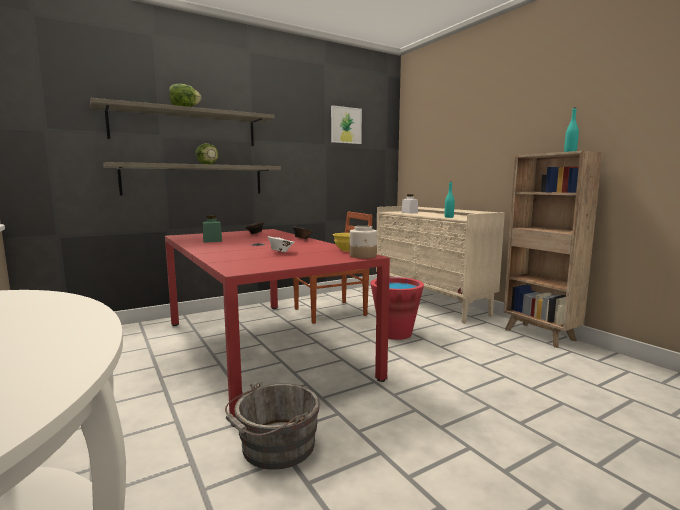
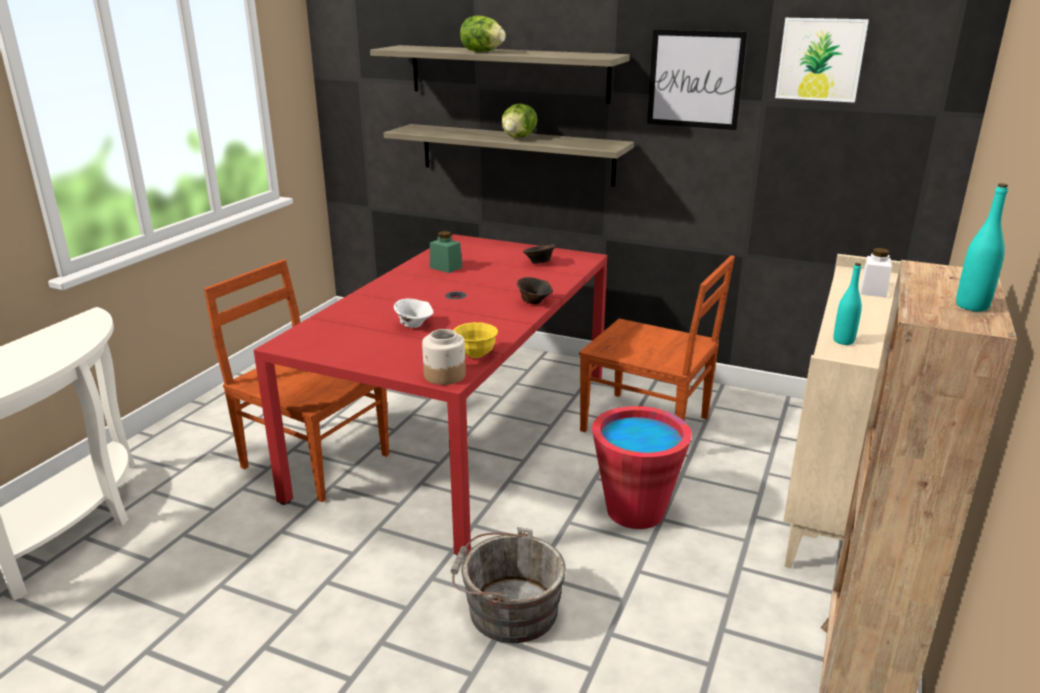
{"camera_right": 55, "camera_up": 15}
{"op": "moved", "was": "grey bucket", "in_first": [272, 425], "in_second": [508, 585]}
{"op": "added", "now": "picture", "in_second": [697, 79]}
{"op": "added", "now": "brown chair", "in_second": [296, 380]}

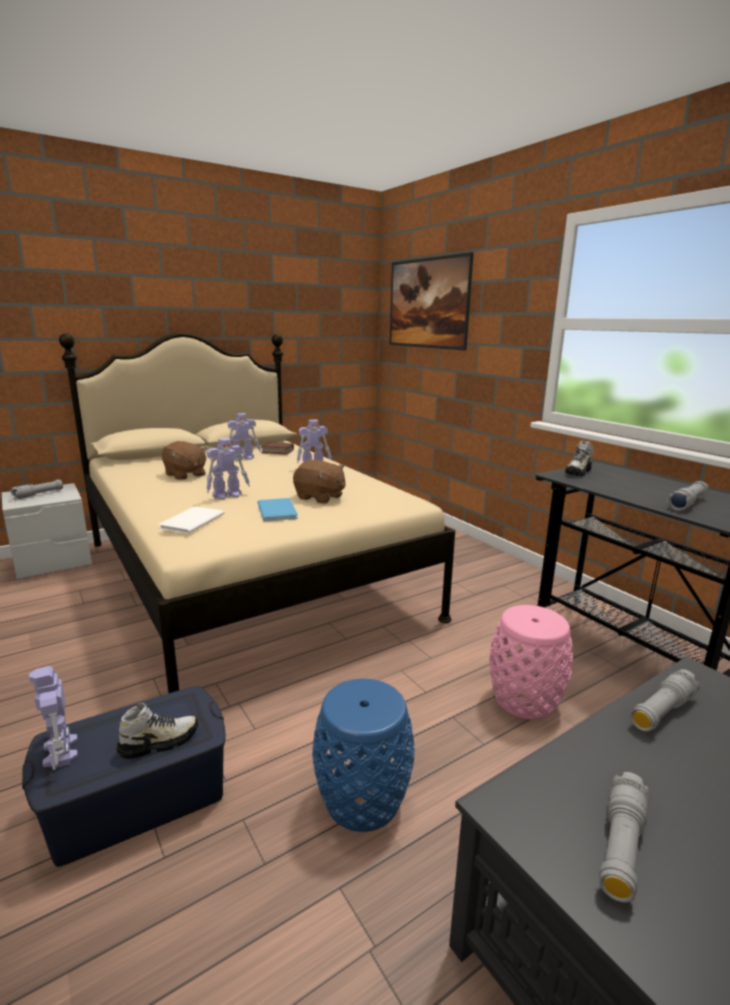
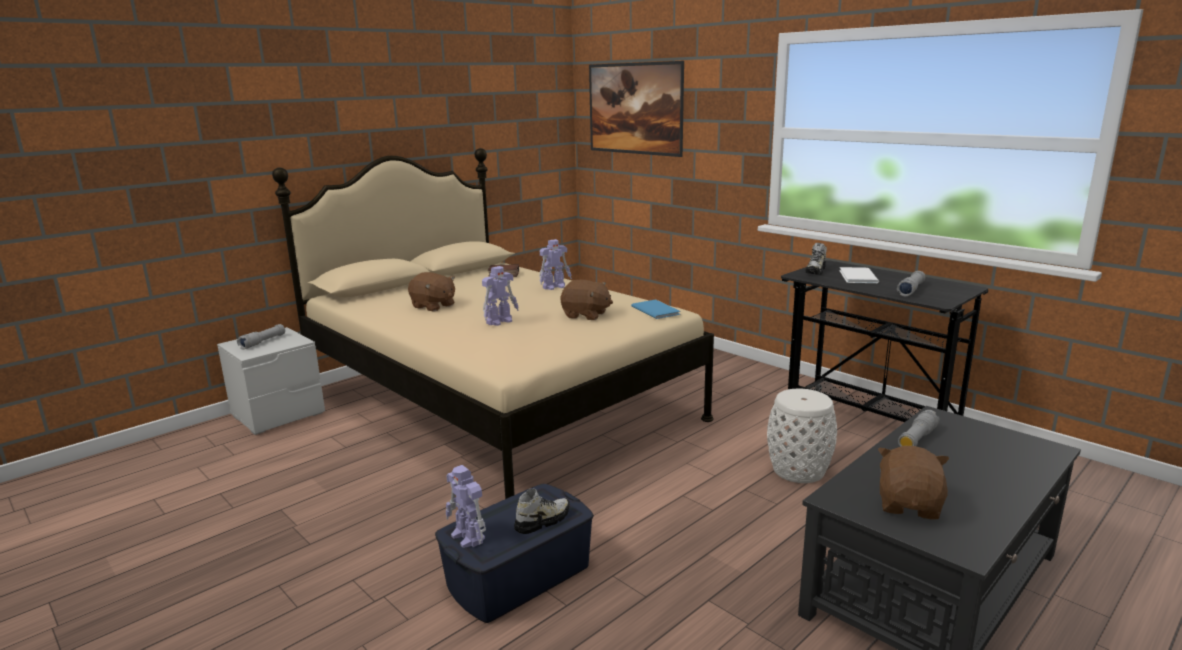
{"camera_right": -10, "camera_up": 0}
{"op": "removed", "was": "toy robot", "in_first": [244, 437]}
{"op": "moved", "was": "blue book", "in_first": [278, 510], "in_second": [655, 309]}
{"op": "moved", "was": "white book", "in_first": [191, 520], "in_second": [859, 275]}
{"op": "recoloured", "was": "pink stool", "now": "white stool", "in_first": [531, 662], "in_second": [802, 436]}
{"op": "removed", "was": "blue stool", "in_first": [363, 755]}
{"op": "replaced", "was": "grey flashlight", "now": "brown plush toy", "in_first": [624, 837], "in_second": [913, 483]}

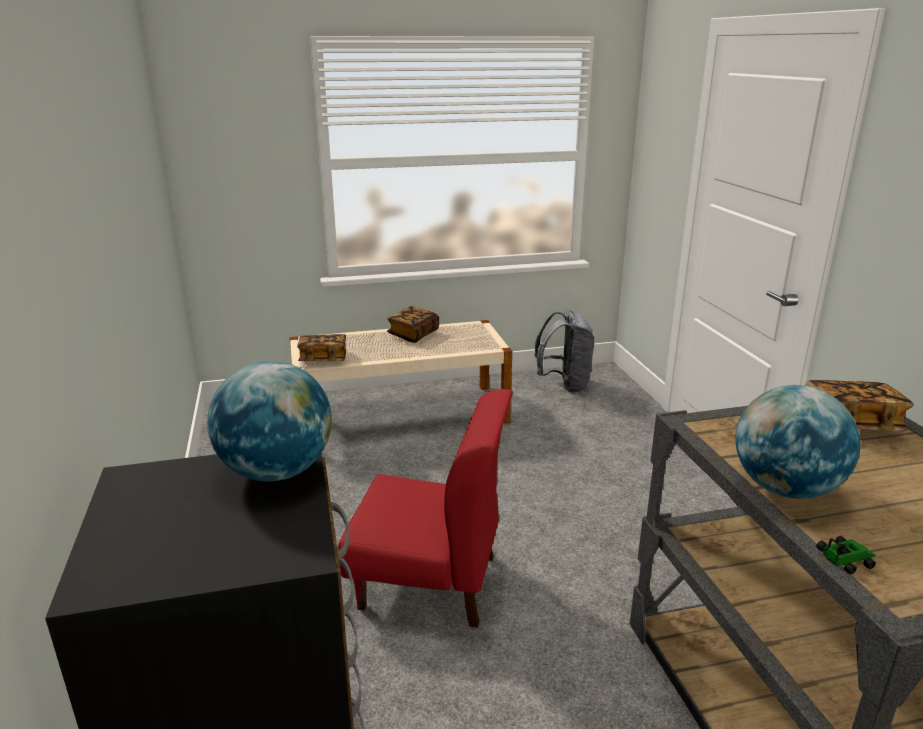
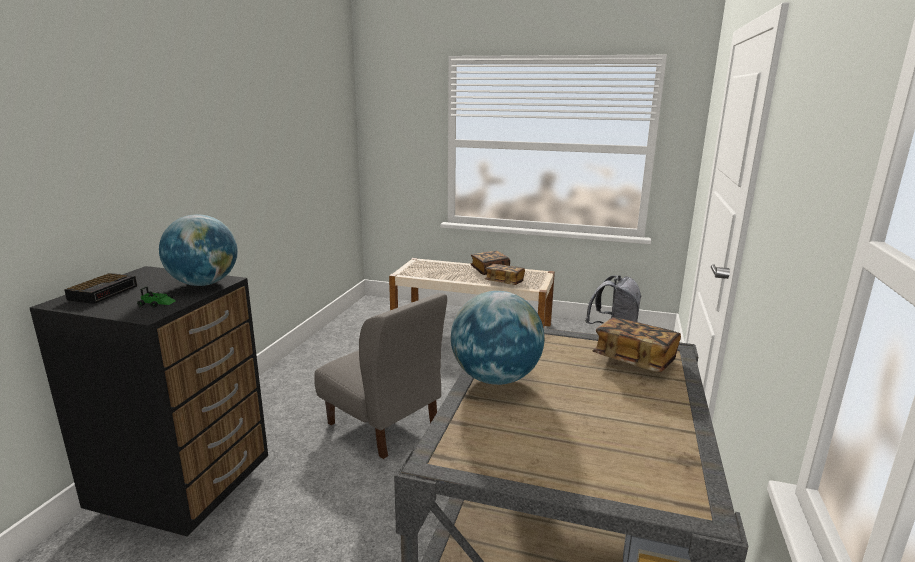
{"camera_right": 30, "camera_up": -5}
{"op": "moved", "was": "book", "in_first": [321, 347], "in_second": [505, 274]}
{"op": "recoloured", "was": "red chair", "now": "grey chair", "in_first": [425, 508], "in_second": [380, 376]}
{"op": "moved", "was": "toy car", "in_first": [846, 555], "in_second": [156, 297]}
{"op": "added", "now": "alarm clock", "in_second": [100, 288]}

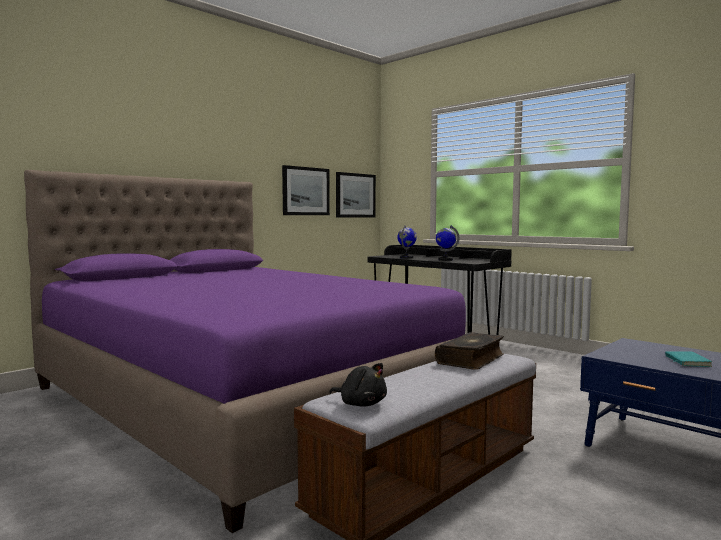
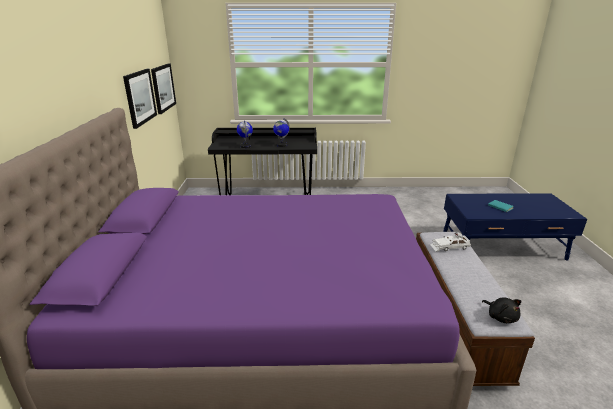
{"camera_right": -45, "camera_up": 20}
{"op": "replaced", "was": "book", "now": "white toy car", "in_first": [469, 351], "in_second": [450, 241]}
{"op": "turned", "was": "black plush toy", "in_first": [358, 385], "in_second": [501, 310], "clockwise": 75}

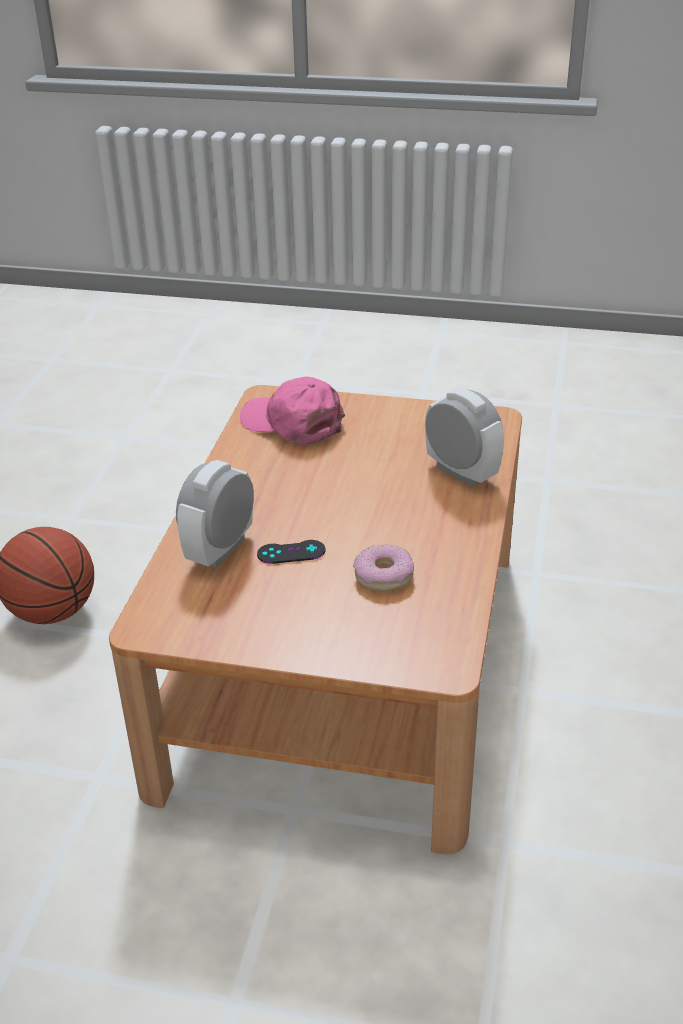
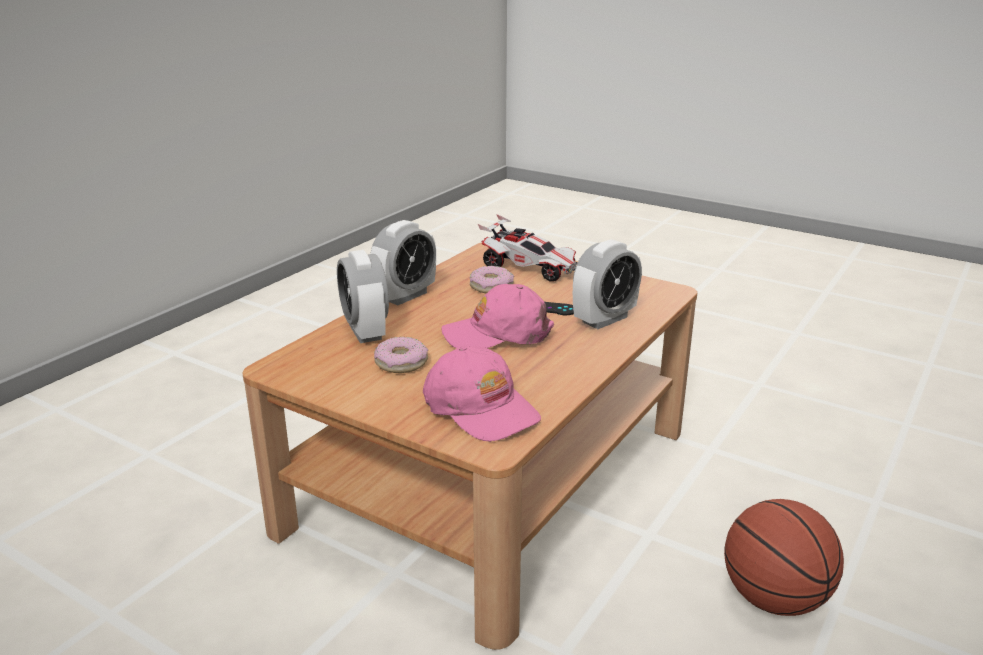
{"camera_right": -160, "camera_up": -10}
{"op": "added", "now": "toy car", "in_second": [528, 248]}
{"op": "added", "now": "alarm clock", "in_second": [403, 262]}
{"op": "added", "now": "pink cap", "in_second": [497, 316]}
{"op": "added", "now": "donut", "in_second": [401, 355]}

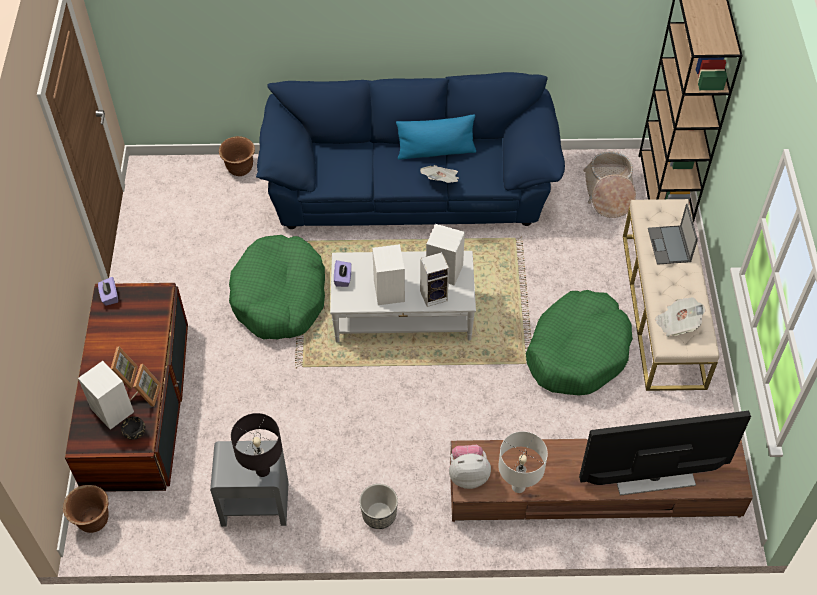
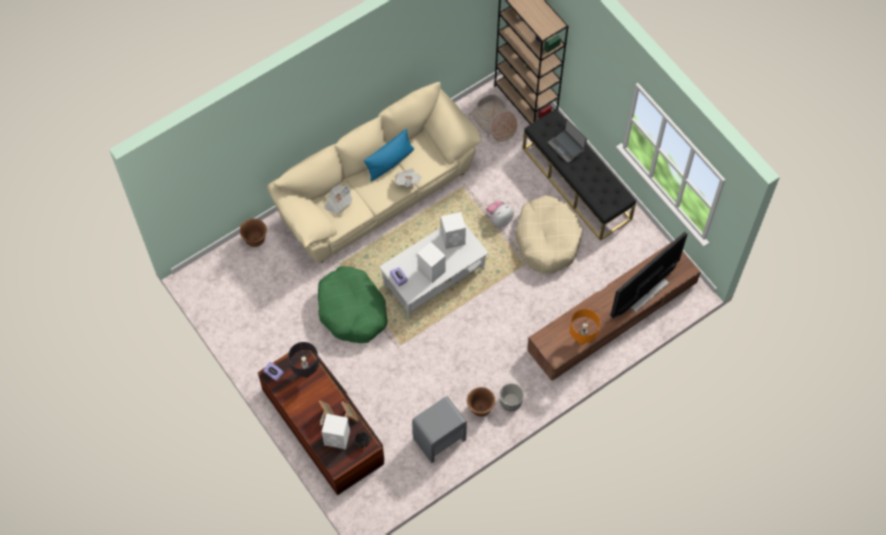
{"camera_right": -35, "camera_up": 10}
{"op": "recoloured", "was": "blue sofa", "now": "beige sofa", "in_first": [410, 150], "in_second": [374, 172]}
{"op": "recoloured", "was": "beige bench", "now": "black bench", "in_first": [671, 295], "in_second": [579, 175]}
{"op": "removed", "was": "speaker", "in_first": [434, 279]}
{"op": "recoloured", "was": "green dog bed", "now": "beige dog bed", "in_first": [579, 343], "in_second": [549, 234]}
{"op": "moved", "was": "newspaper", "in_first": [680, 317], "in_second": [338, 199]}
{"op": "moved", "was": "black table lamp", "in_first": [256, 445], "in_second": [303, 360]}
{"op": "recoloured", "was": "white table lamp", "now": "orange table lamp", "in_first": [523, 462], "in_second": [585, 327]}
{"op": "moved", "was": "plush toy", "in_first": [470, 467], "in_second": [500, 213]}
{"op": "moved", "was": "brown planter", "in_first": [86, 509], "in_second": [481, 402]}

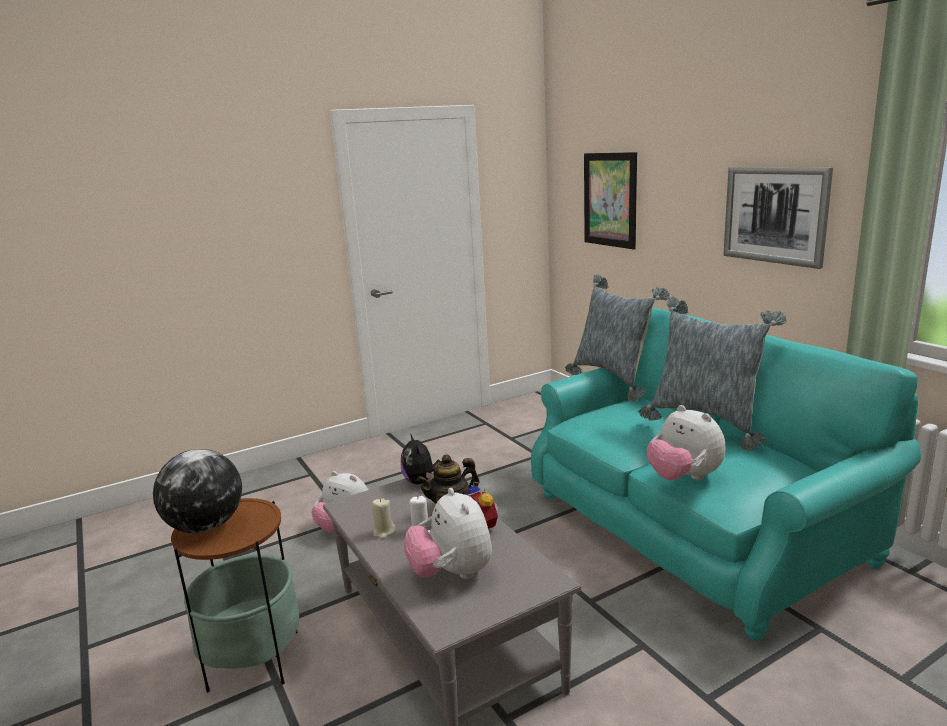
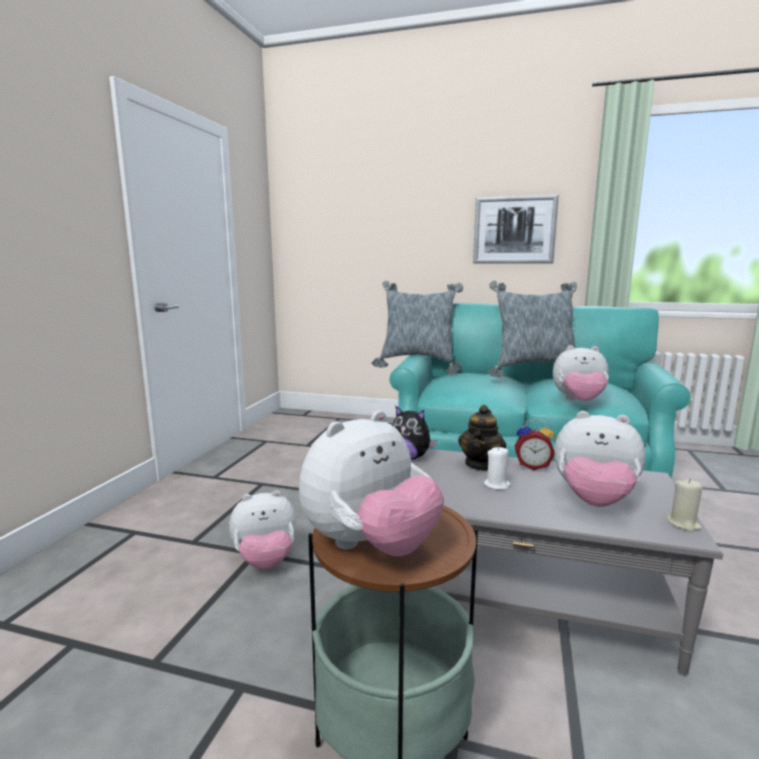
{"camera_right": -45, "camera_up": -5}
{"op": "removed", "was": "picture", "in_first": [610, 200]}
{"op": "replaced", "was": "globe", "now": "plush toy", "in_first": [197, 491], "in_second": [371, 483]}
{"op": "moved", "was": "beige candle", "in_first": [384, 518], "in_second": [685, 505]}

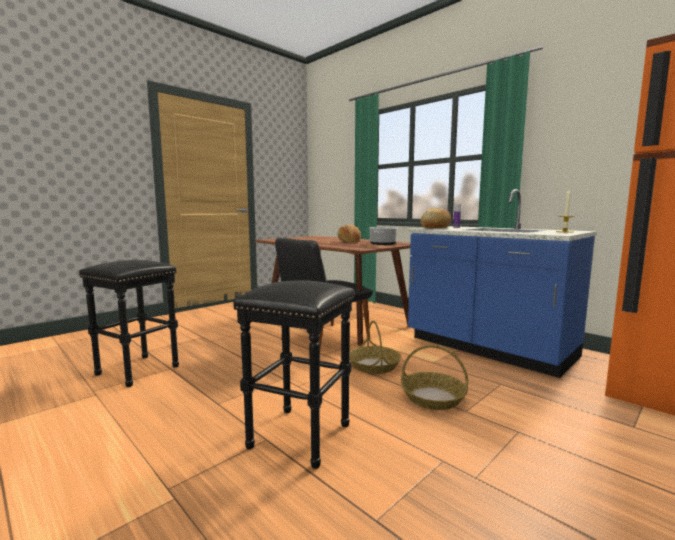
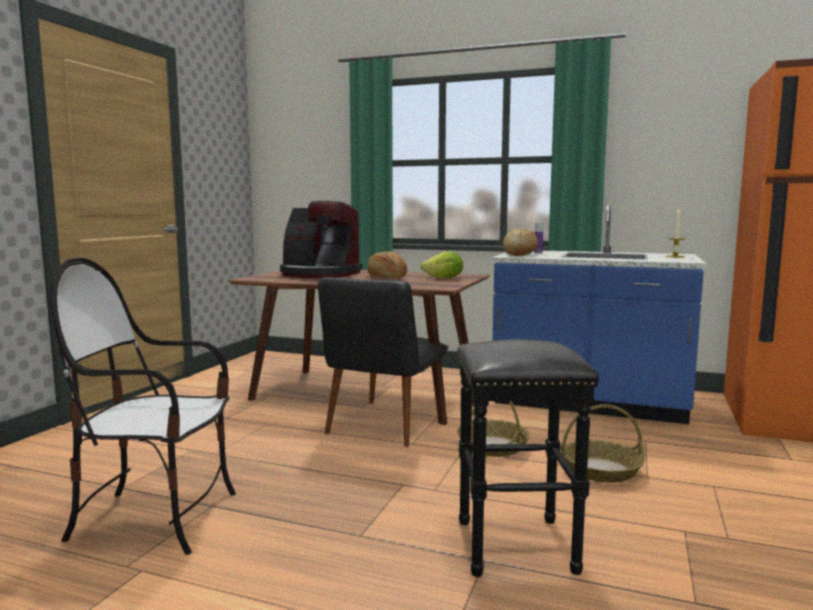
{"camera_right": -25, "camera_up": 0}
{"op": "replaced", "was": "cooking pot", "now": "lettuce", "in_first": [383, 236], "in_second": [441, 264]}
{"op": "replaced", "was": "black stool", "now": "chair", "in_first": [129, 323], "in_second": [143, 406]}
{"op": "added", "now": "coffee machine", "in_second": [321, 239]}

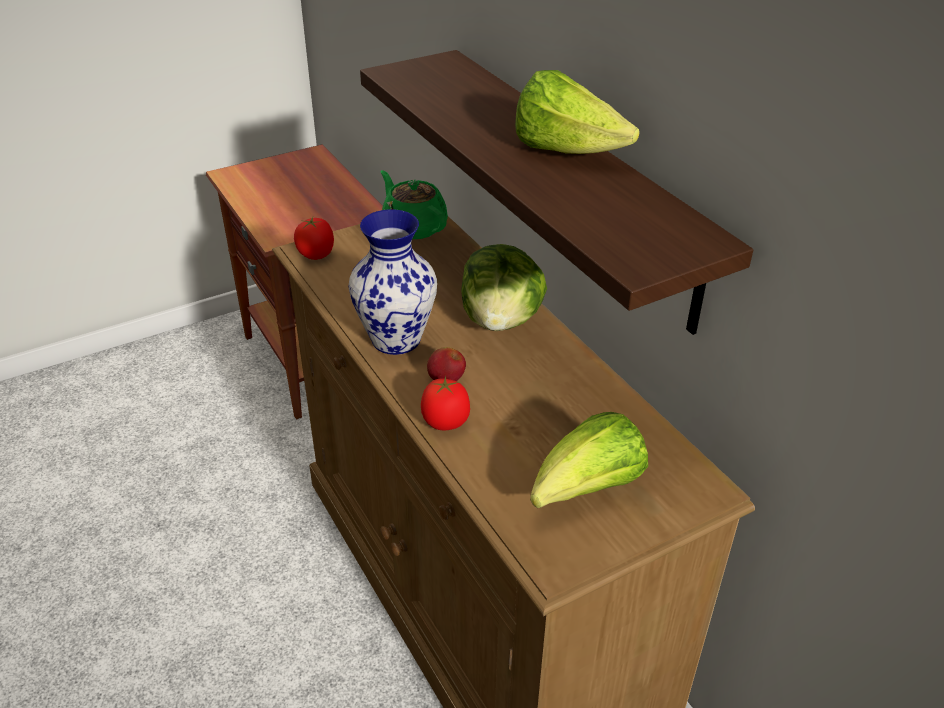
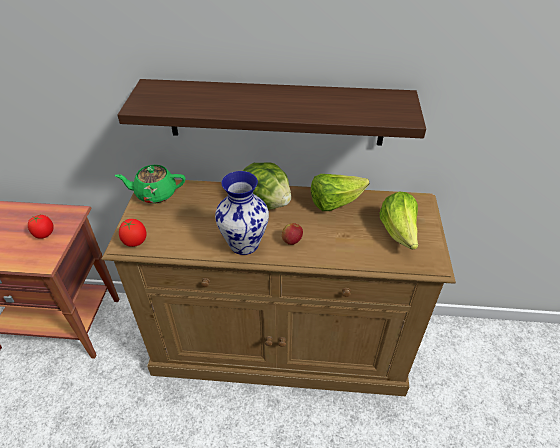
{"camera_right": -55, "camera_up": 5}
{"op": "moved", "was": "lettuce", "in_first": [577, 112], "in_second": [340, 192]}
{"op": "moved", "was": "tomato", "in_first": [445, 402], "in_second": [41, 227]}

